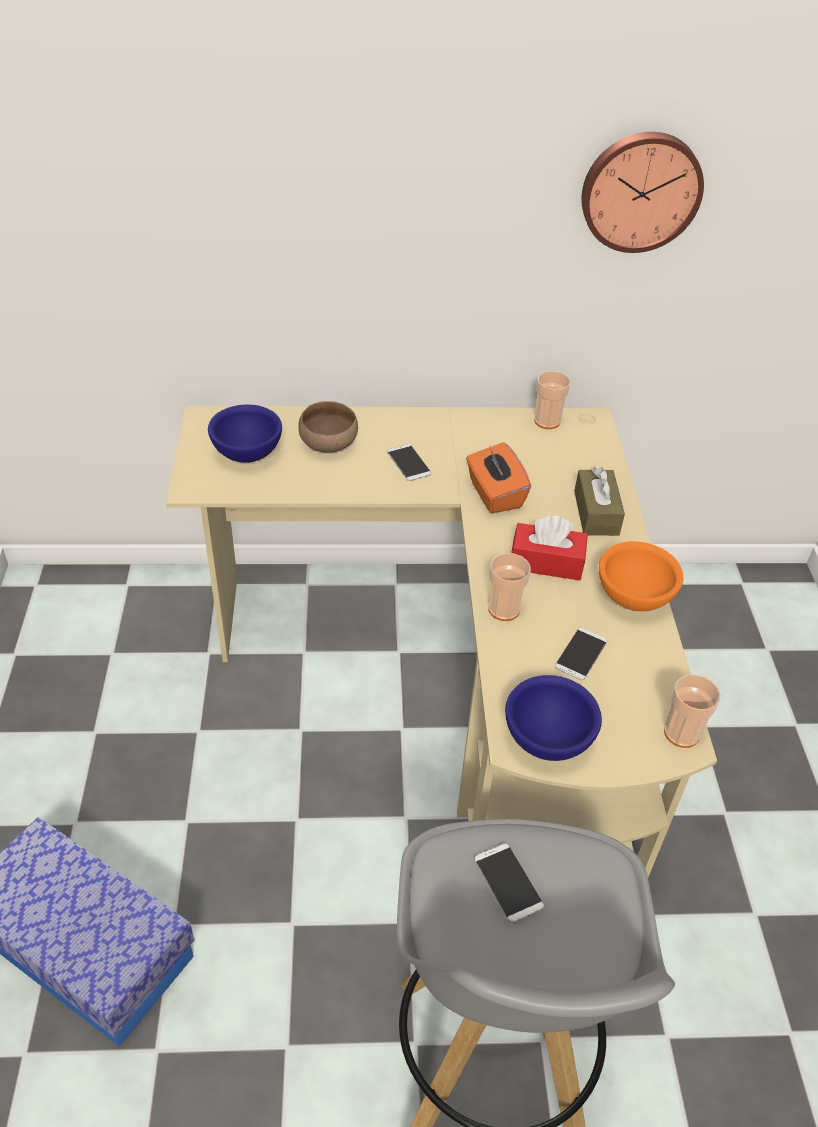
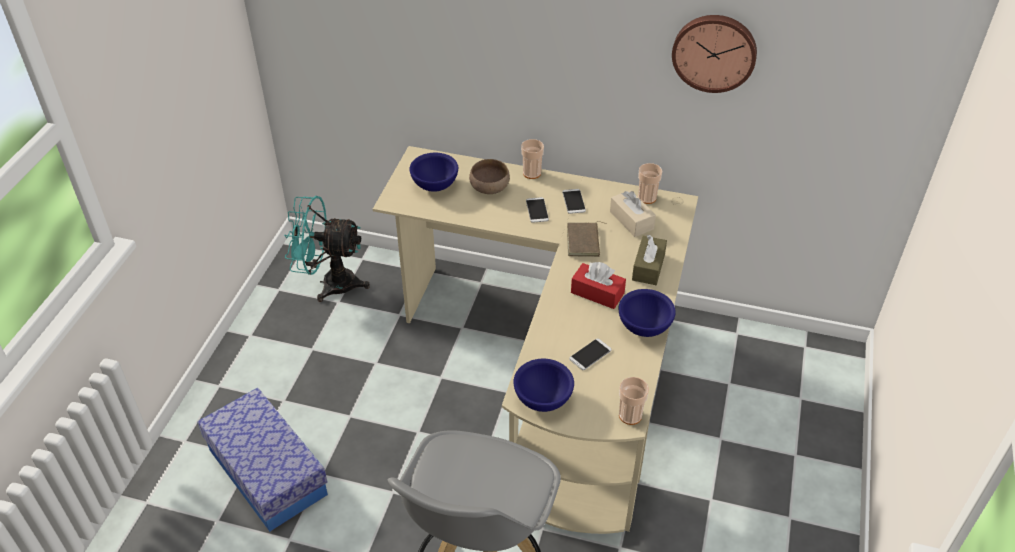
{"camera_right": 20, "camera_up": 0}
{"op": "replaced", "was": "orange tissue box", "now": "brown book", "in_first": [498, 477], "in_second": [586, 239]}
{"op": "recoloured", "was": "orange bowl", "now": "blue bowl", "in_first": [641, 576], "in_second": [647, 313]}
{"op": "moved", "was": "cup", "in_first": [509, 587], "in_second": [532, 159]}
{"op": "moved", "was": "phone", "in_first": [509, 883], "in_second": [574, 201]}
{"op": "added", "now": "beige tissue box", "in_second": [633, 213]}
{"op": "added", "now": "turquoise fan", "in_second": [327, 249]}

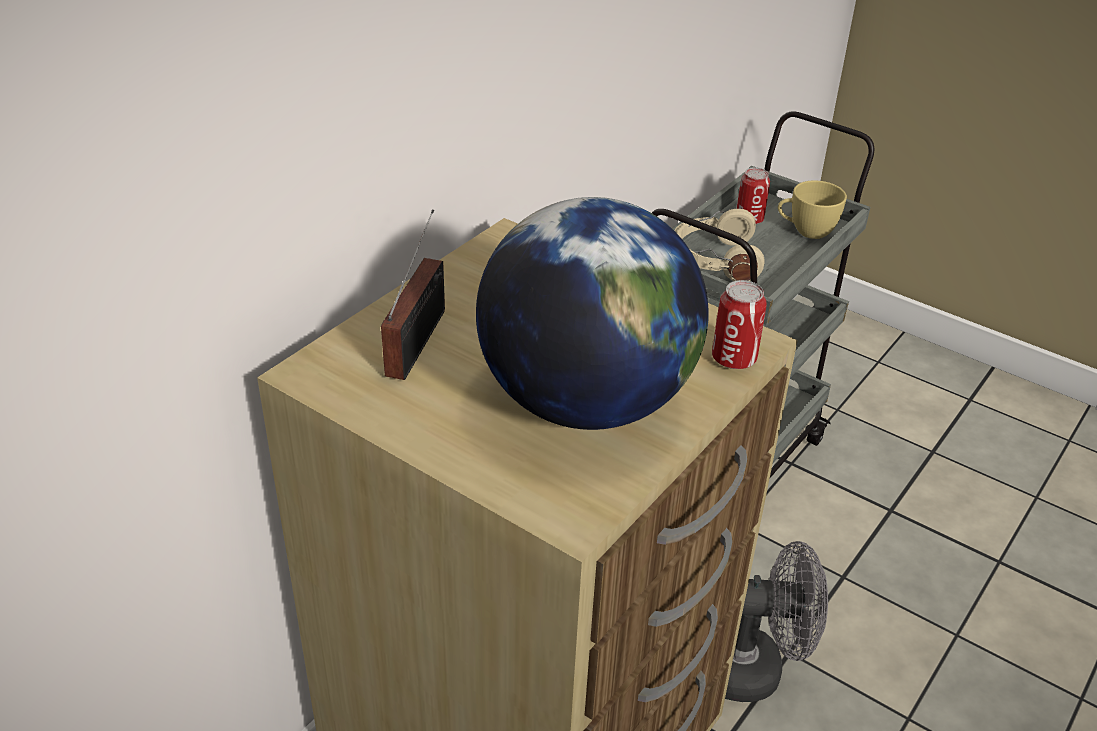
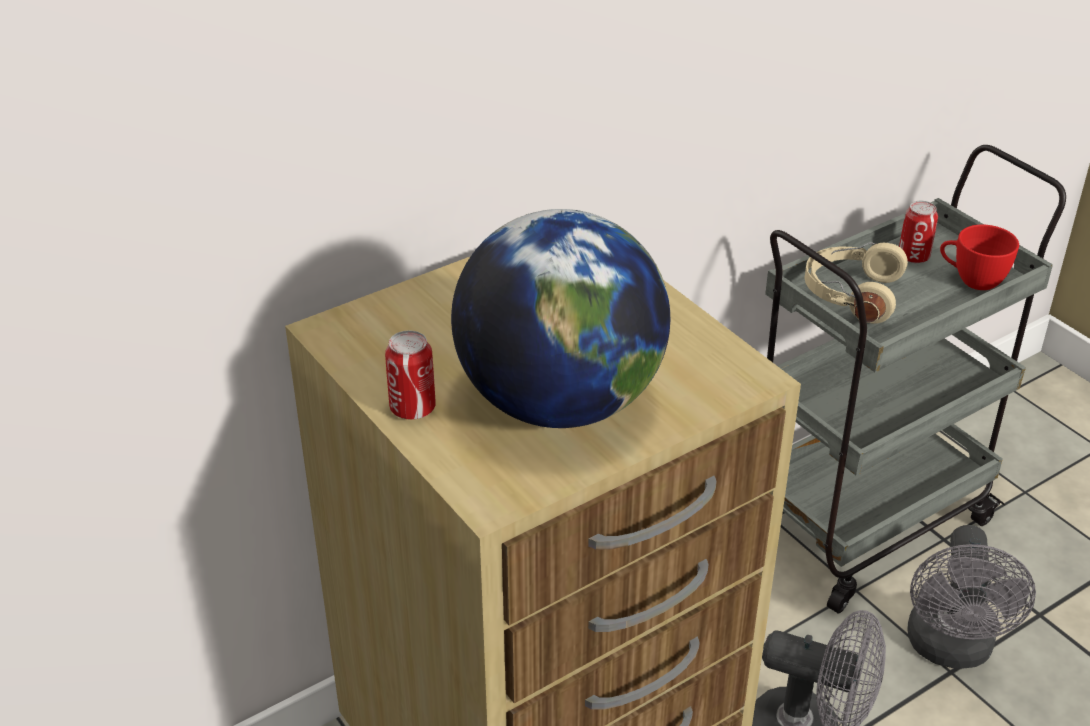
{"camera_right": 20, "camera_up": 0}
{"op": "recoloured", "was": "yellow cup", "now": "red cup", "in_first": [812, 209], "in_second": [979, 257]}
{"op": "removed", "was": "radio", "in_first": [413, 295]}
{"op": "moved", "was": "can", "in_first": [739, 324], "in_second": [410, 375]}
{"op": "added", "now": "grey fan", "in_second": [971, 597]}

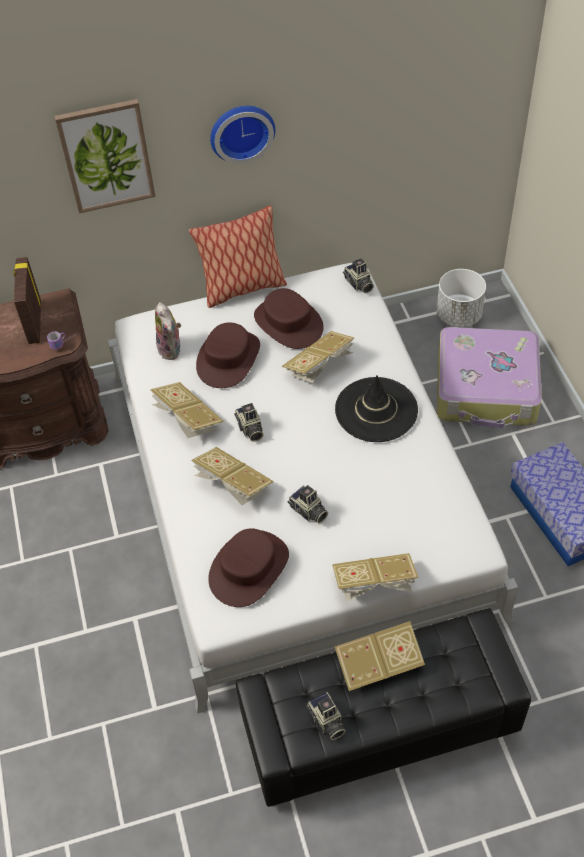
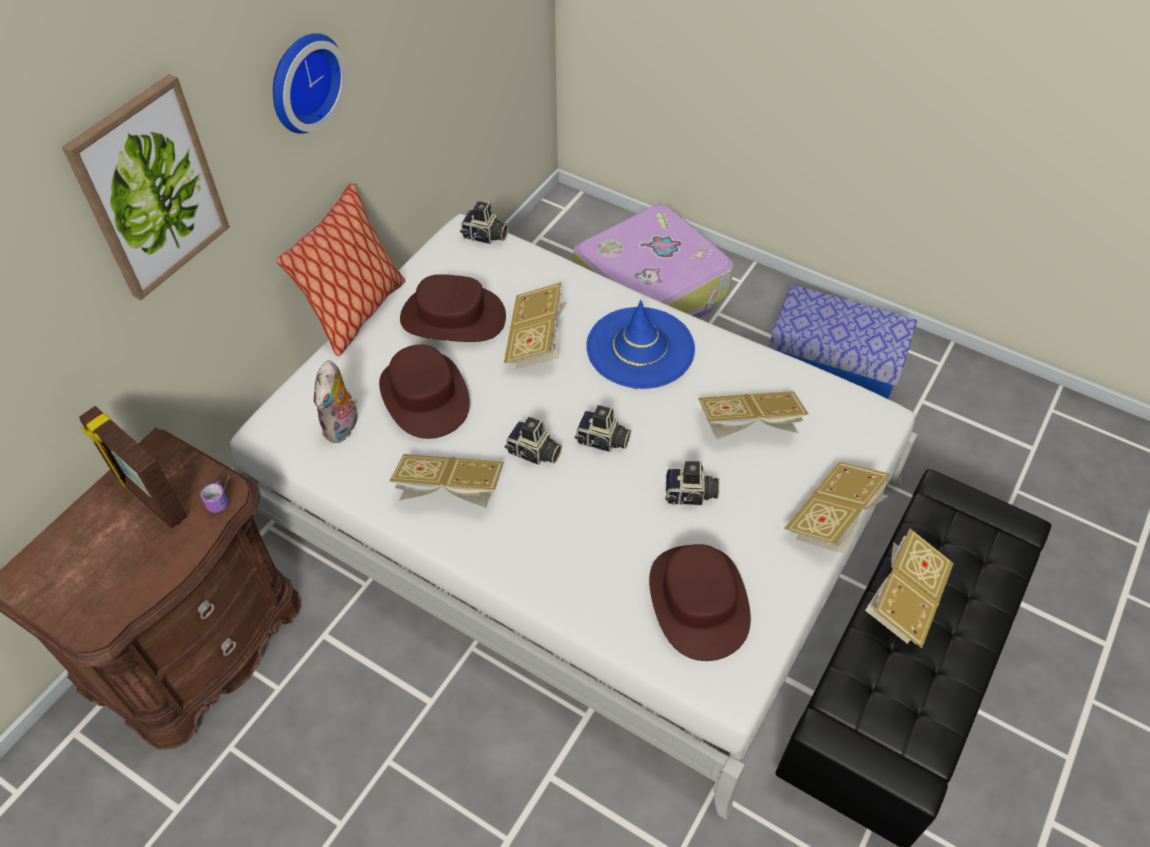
{"camera_right": -45, "camera_up": 0}
{"op": "removed", "was": "white planter", "in_first": [461, 298]}
{"op": "turned", "was": "plush toy", "in_first": [168, 331], "in_second": [336, 401], "clockwise": 75}
{"op": "recoloured", "was": "black hat", "now": "blue hat", "in_first": [376, 409], "in_second": [640, 344]}
{"op": "moved", "was": "book", "in_first": [232, 476], "in_second": [753, 415]}
{"op": "moved", "was": "photo camera", "in_first": [326, 716], "in_second": [603, 428]}

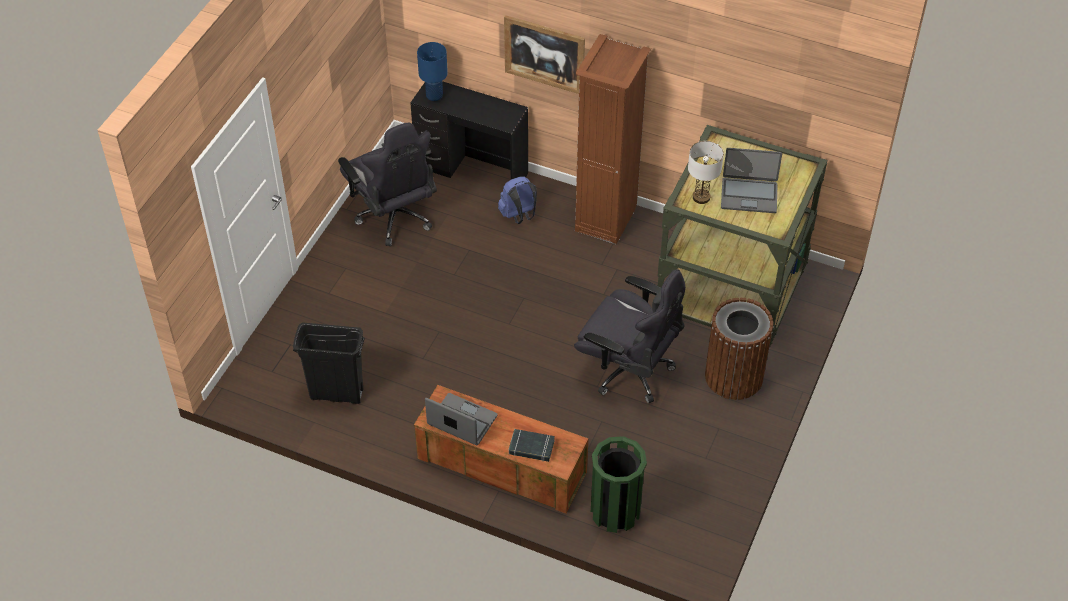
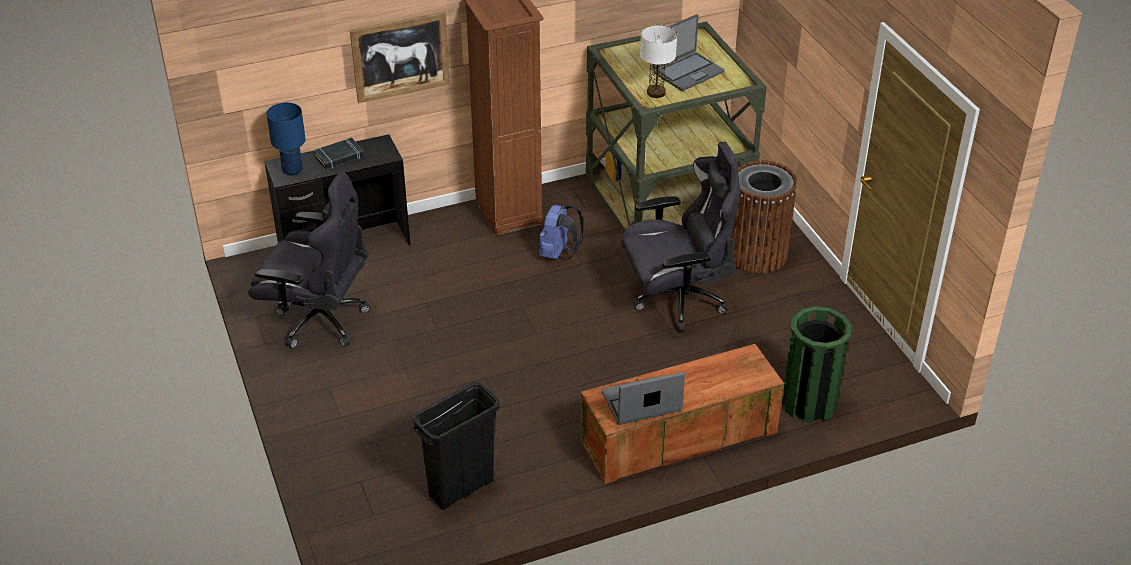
{"camera_right": -45, "camera_up": -10}
{"op": "moved", "was": "blue backpack", "in_first": [517, 200], "in_second": [561, 232]}
{"op": "moved", "was": "black book", "in_first": [532, 445], "in_second": [339, 153]}

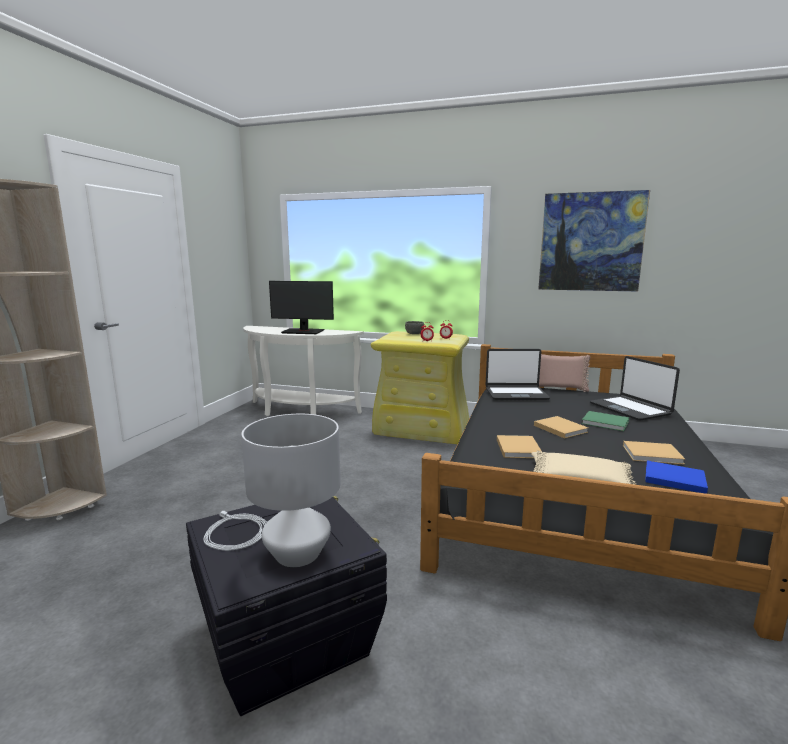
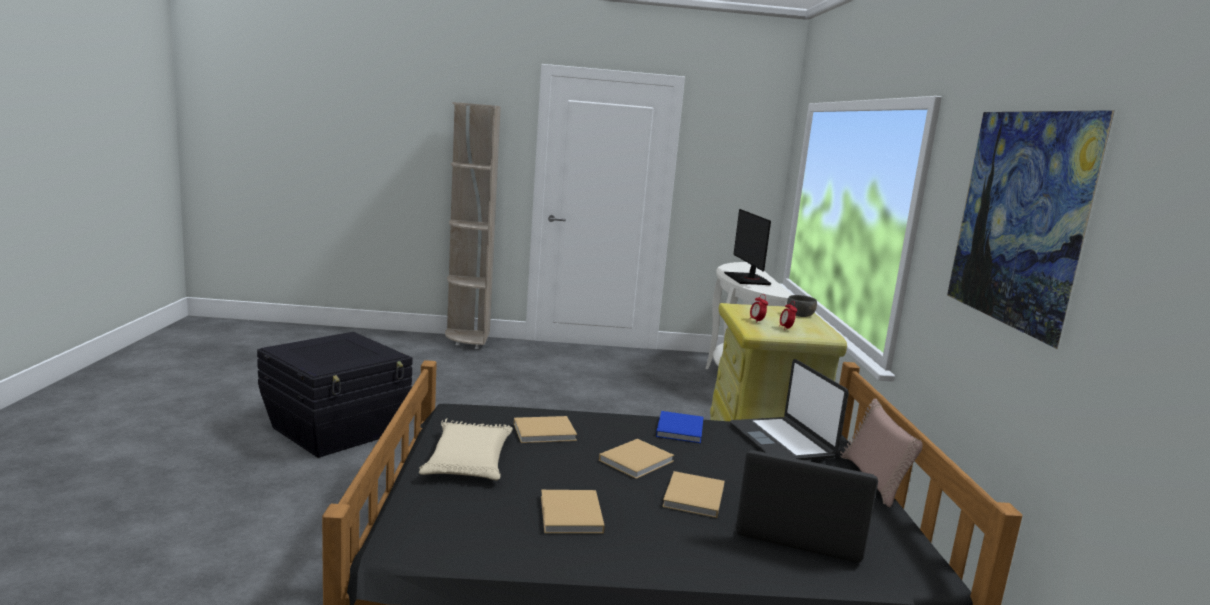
{"camera_right": 70, "camera_up": 0}
{"op": "turned", "was": "laptop", "in_first": [635, 388], "in_second": [807, 506], "clockwise": 60}
{"op": "recoloured", "was": "green book", "now": "beige book", "in_first": [605, 421], "in_second": [693, 494]}
{"op": "removed", "was": "grey table lamp", "in_first": [271, 490]}
{"op": "moved", "was": "blue book", "in_first": [676, 477], "in_second": [679, 427]}

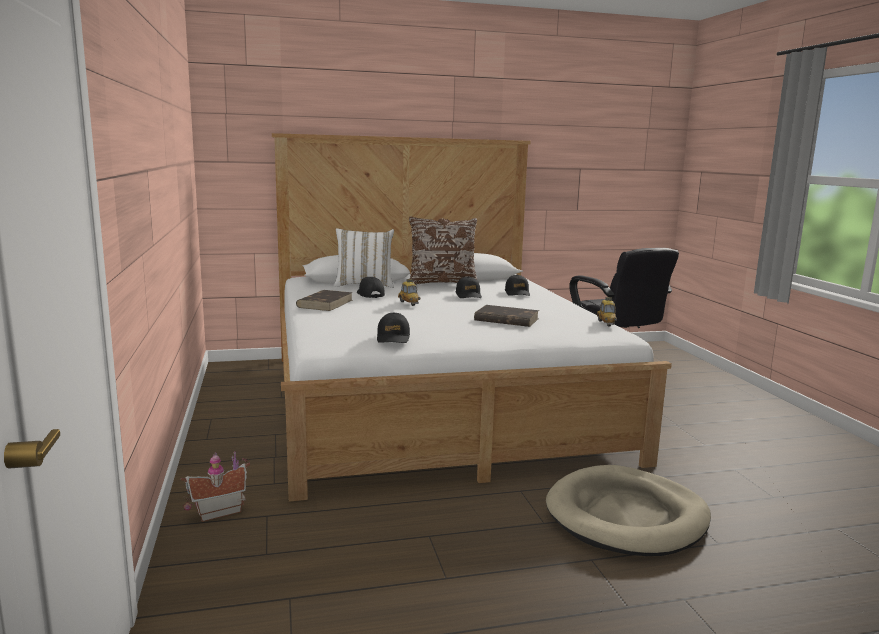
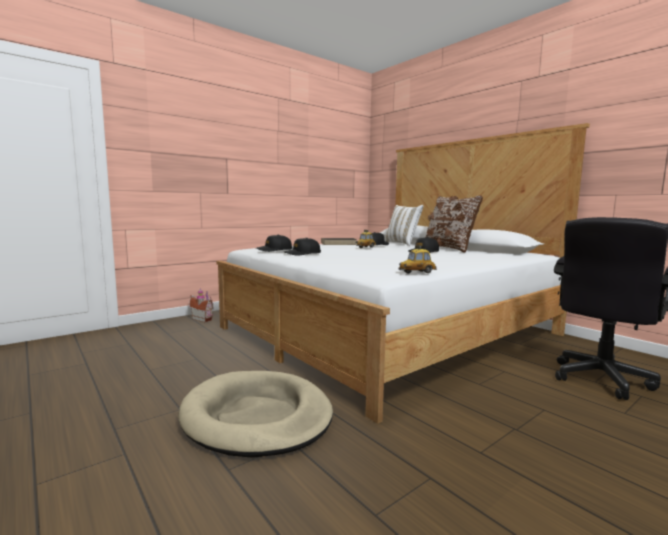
{"camera_right": 65, "camera_up": -5}
{"op": "moved", "was": "black cap", "in_first": [517, 285], "in_second": [302, 247]}
{"op": "removed", "was": "brown book", "in_first": [506, 316]}

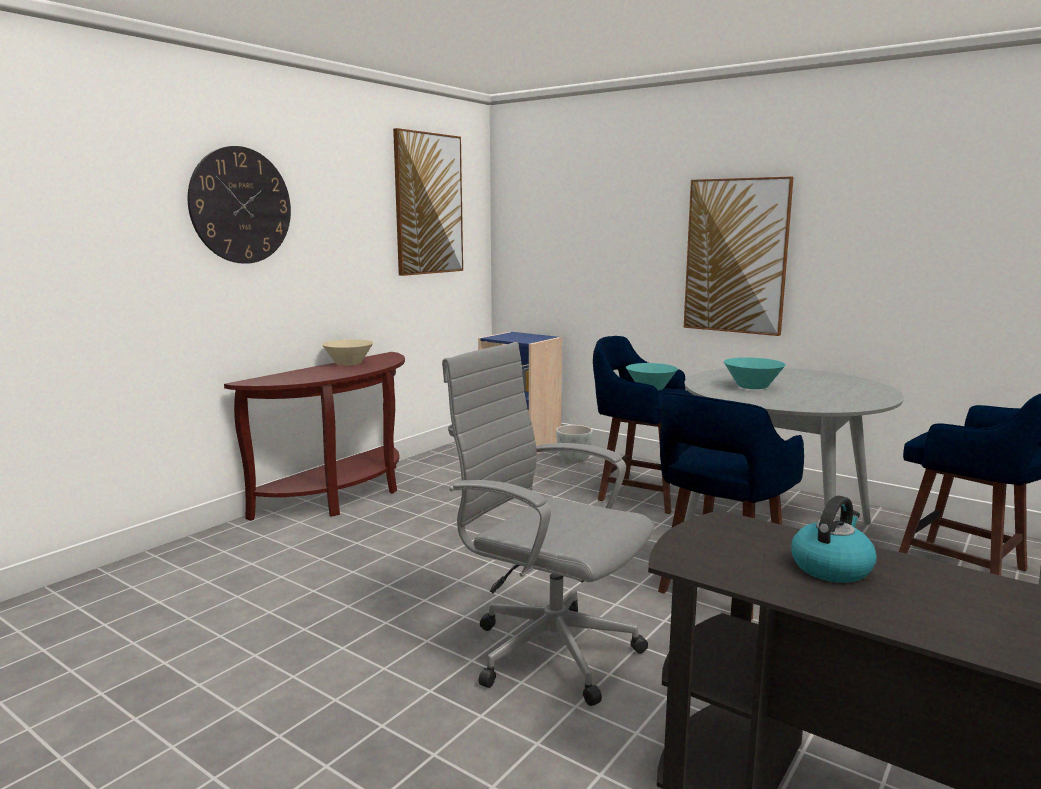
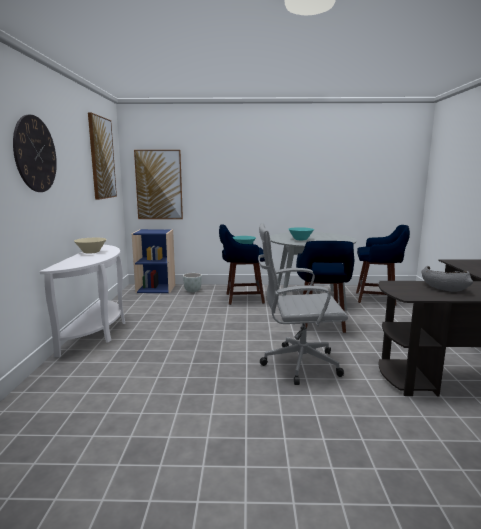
{"camera_right": -35, "camera_up": 0}
{"op": "moved", "was": "picture", "in_first": [739, 256], "in_second": [158, 184]}
{"op": "recoloured", "was": "brown console table", "now": "white console table", "in_first": [314, 436], "in_second": [82, 301]}
{"op": "replaced", "was": "kettle", "now": "grey bowl", "in_first": [834, 539], "in_second": [447, 279]}

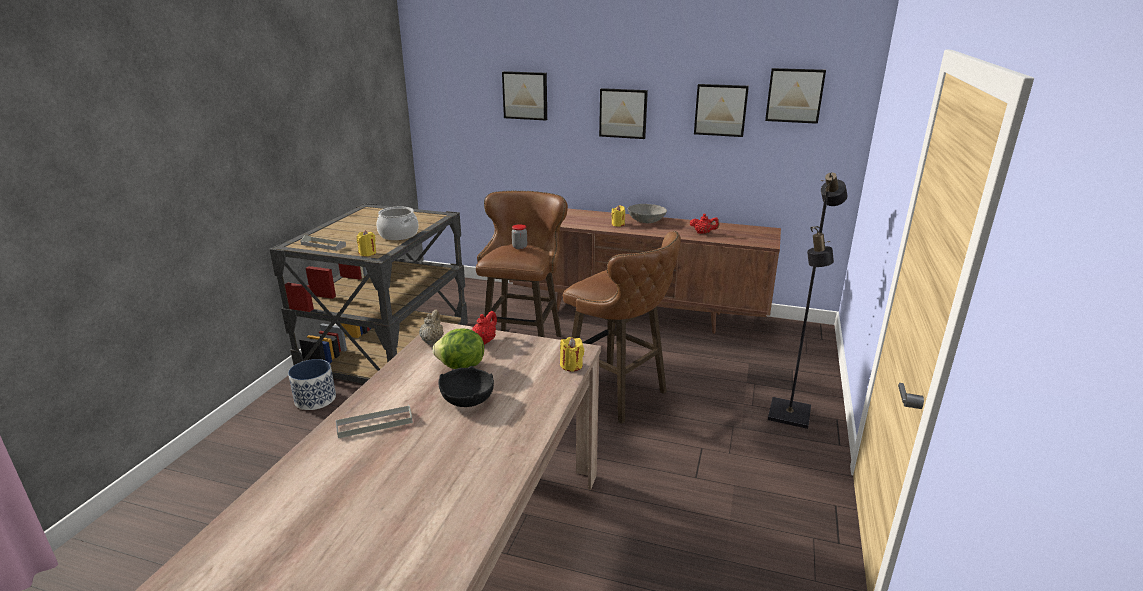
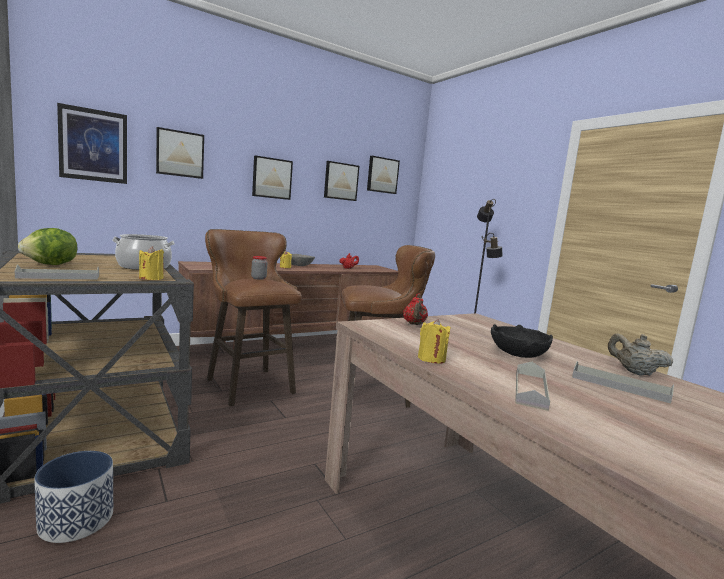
{"camera_right": -50, "camera_up": -15}
{"op": "moved", "was": "beige teapot", "in_first": [431, 327], "in_second": [640, 354]}
{"op": "turned", "was": "red teapot", "in_first": [484, 328], "in_second": [415, 309], "clockwise": -150}
{"op": "moved", "was": "lettuce", "in_first": [458, 349], "in_second": [47, 246]}
{"op": "moved", "was": "yellow candle", "in_first": [572, 354], "in_second": [434, 341]}
{"op": "added", "now": "picture", "in_second": [92, 143]}
{"op": "added", "now": "grey tray", "in_second": [623, 382]}

